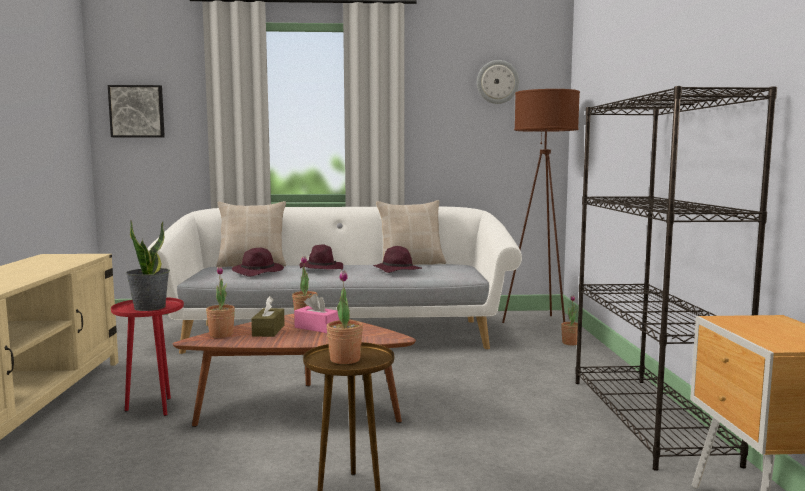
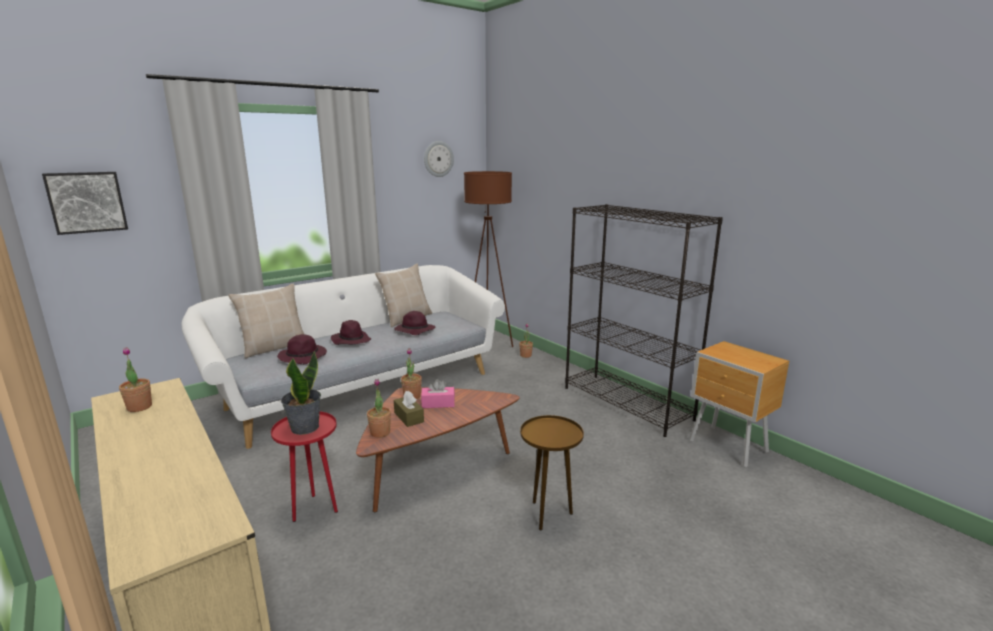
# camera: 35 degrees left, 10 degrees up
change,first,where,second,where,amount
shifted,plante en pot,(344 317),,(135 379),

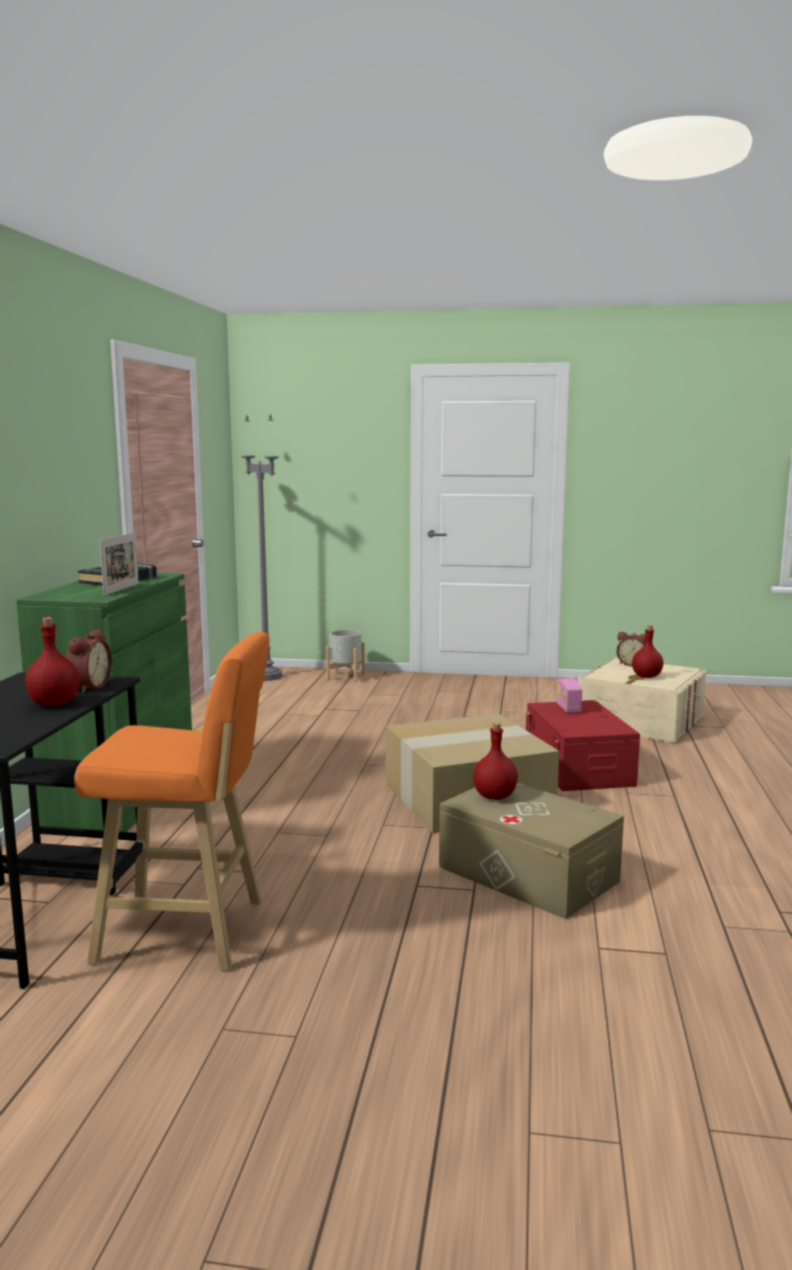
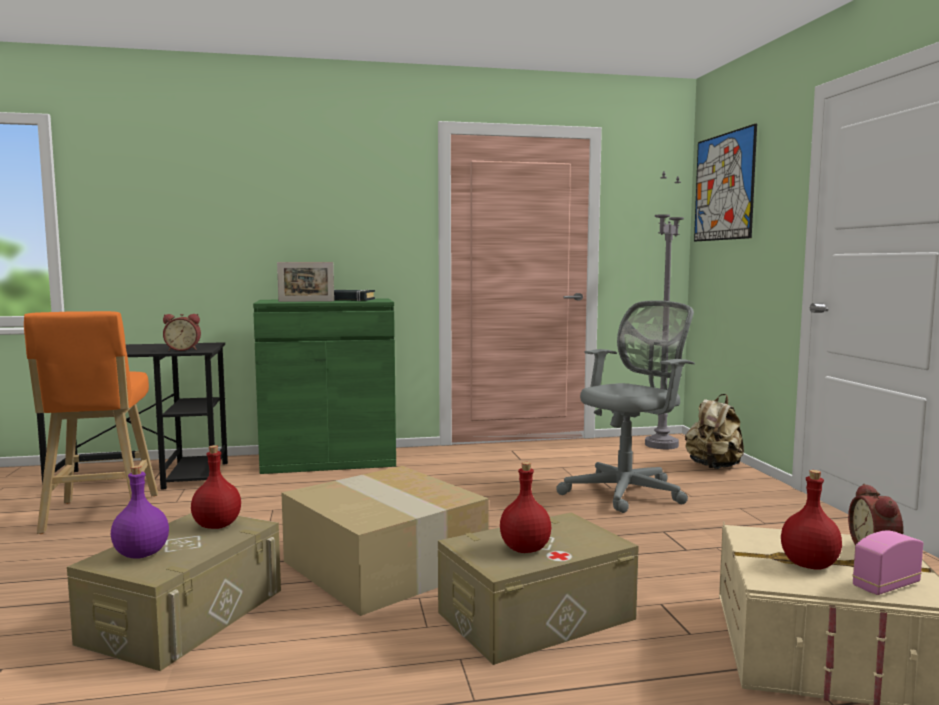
# camera: 70 degrees right, 5 degrees down
change,first,where,second,where,amount
new,,,bouteille [violet],(140 512),
new,,,chaise de bureau [gris],(625 406),
new,,,tableau,(725 182),
shifted,bouteille [rouge],(52 661),,(525 507),
shifted,radio,(568 696),,(887 562),
swapped,cache-pot [gris],(345 656),sac à dos [beige],(714 431),
repainted,boîte de rangement [rouge],(583 745),boîte de rangement [beige],(538 588),

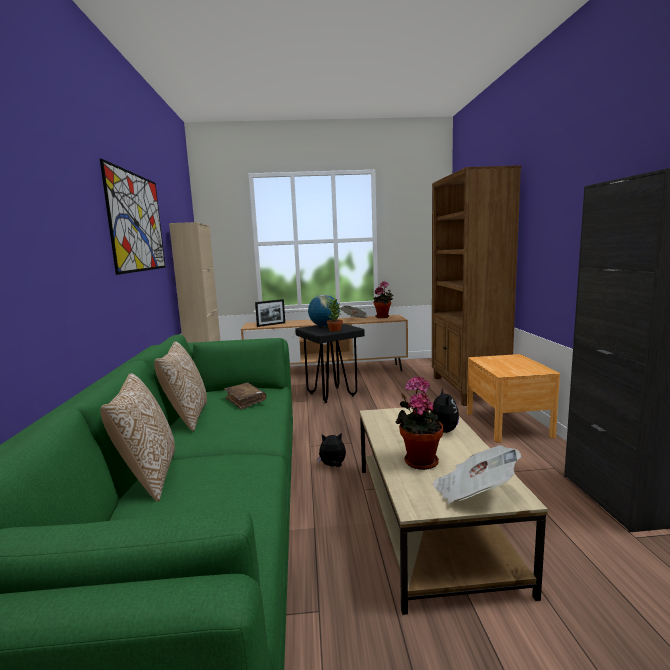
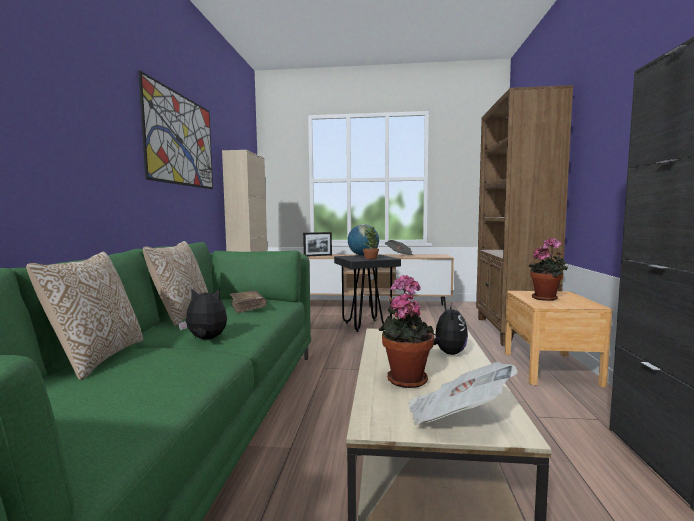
# camera: 10 degrees right, 5 degrees down
change,first,where,second,where,amount
shifted,peluche,(331 449),,(202 314),
shifted,plante en pot,(383 300),,(548 269),

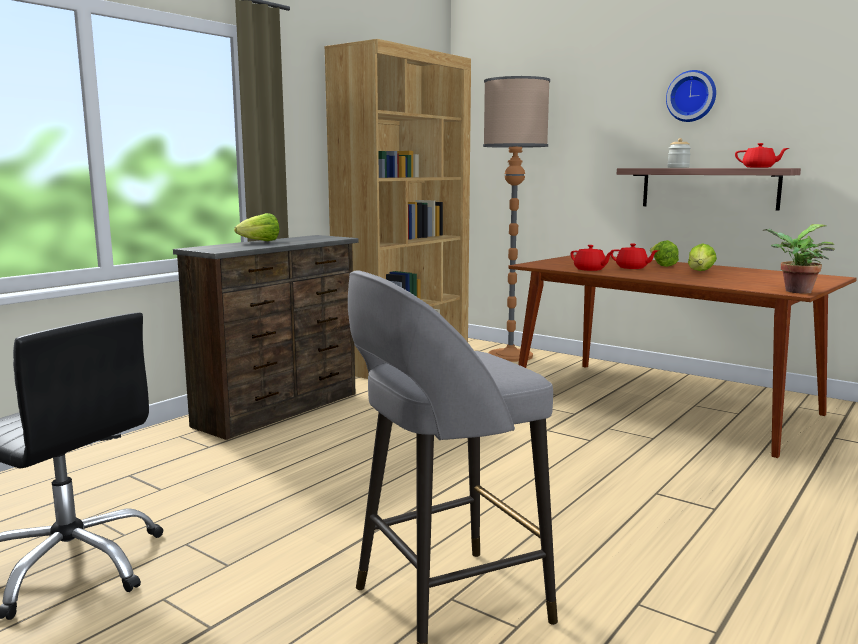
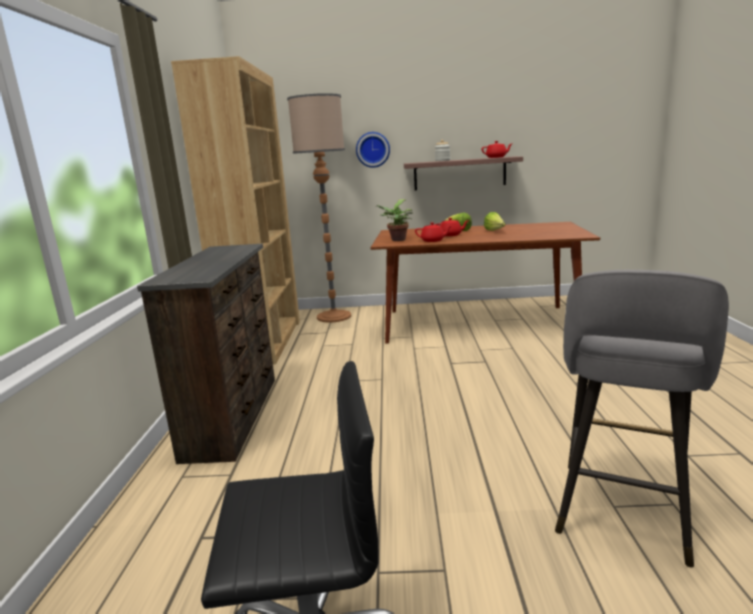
# camera: 35 degrees left, 5 degrees up
change,first,where,second,where,amount
gone,laitue,(256 227),,,
shifted,horloge murale,(691 96),,(373 150),
shifted,plante en pot,(799 259),,(394 220),

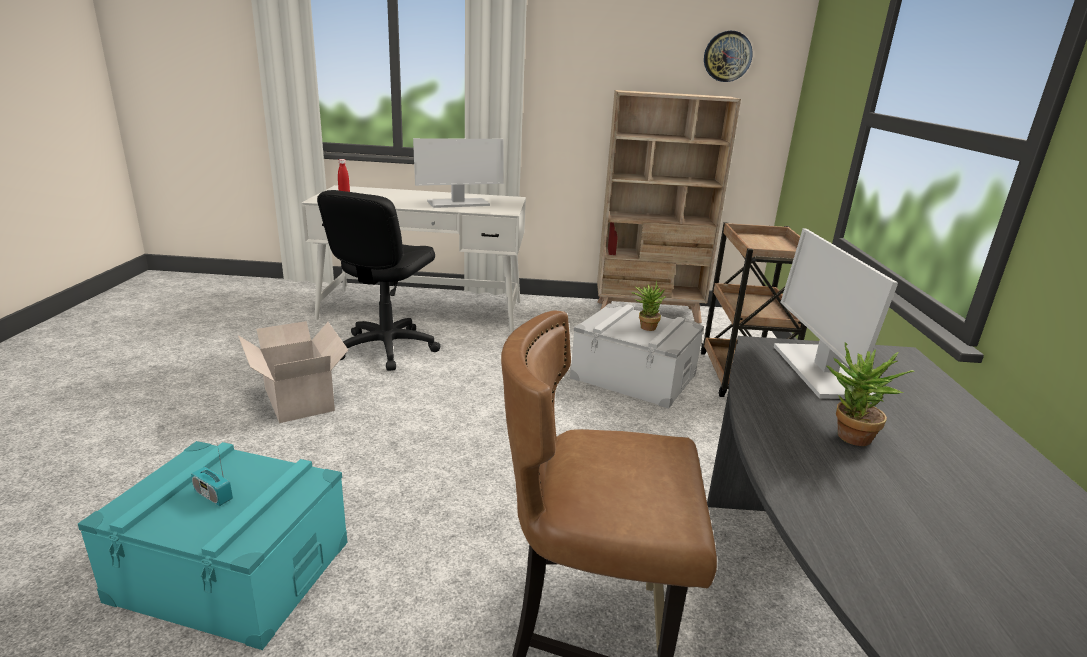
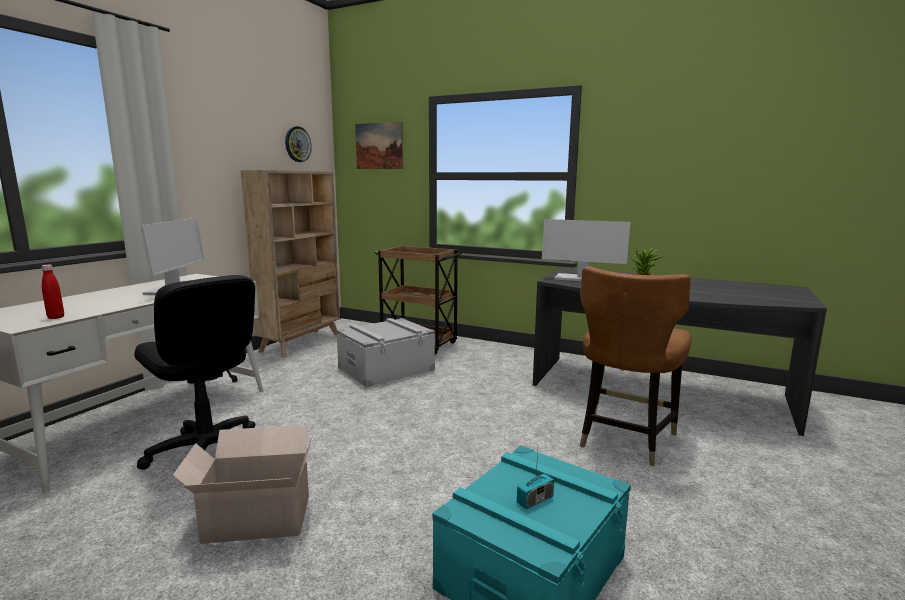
# camera: 65 degrees left, 10 degrees down
change,first,where,second,where,amount
gone,plante en pot,(649 306),,,
new,,,tableau,(379 145),

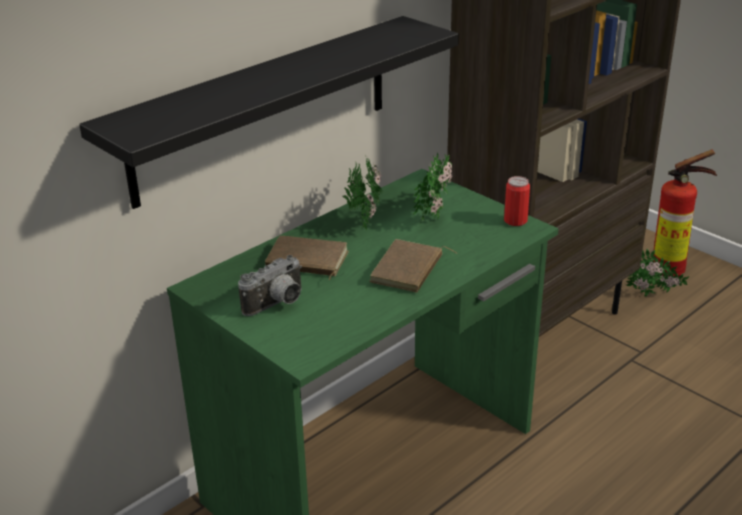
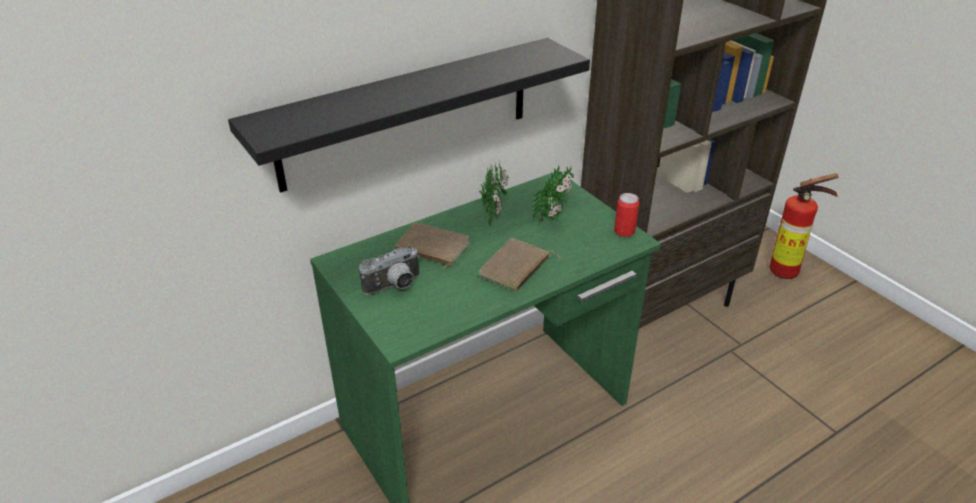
# camera: 10 degrees right, 5 degrees up
change,first,where,second,where,amount
gone,plante en pot,(657 272),,,

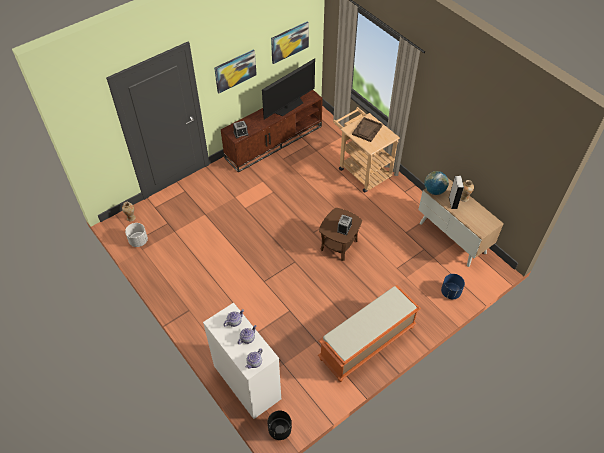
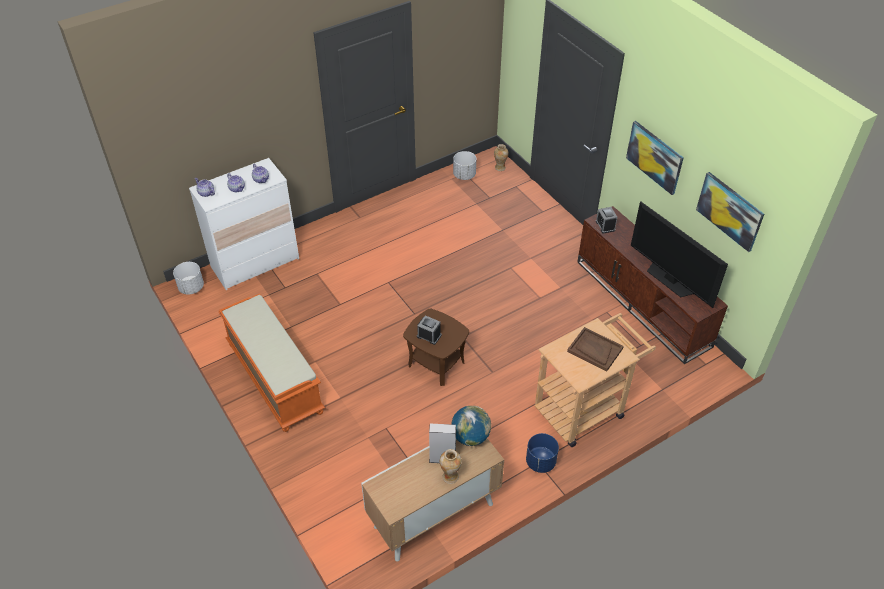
# camera: 95 degrees right, 5 degrees down
change,first,where,second,where,amount
shifted,cache-pot [bleu],(453 286),,(542 453),
repainted,cache-pot [noir],(279 425),cache-pot [blanc],(188 278),

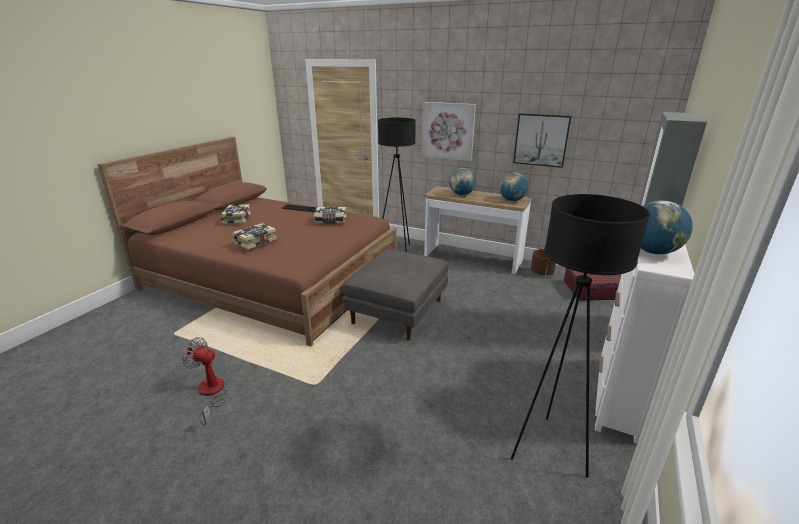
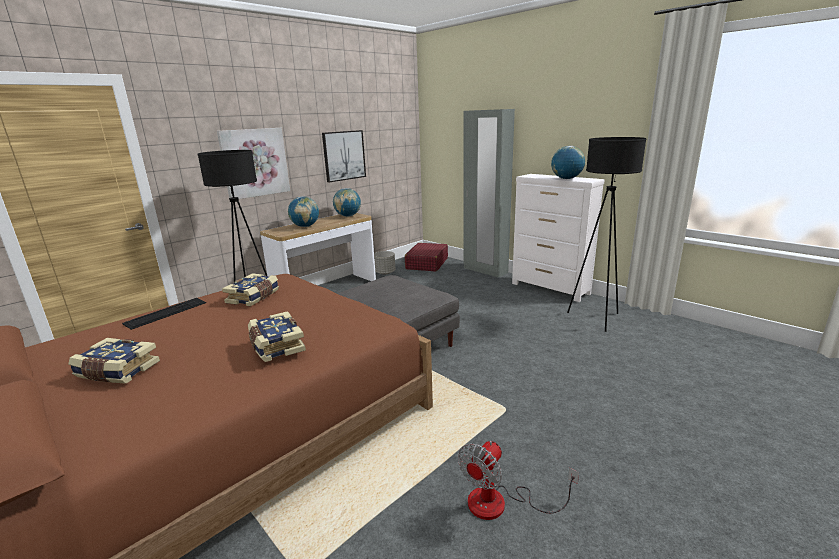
# camera: 70 degrees left, 5 degrees down
change,first,where,second,where,amount
repainted,cache-pot [marron],(543 262),cache-pot [gris],(384 263),

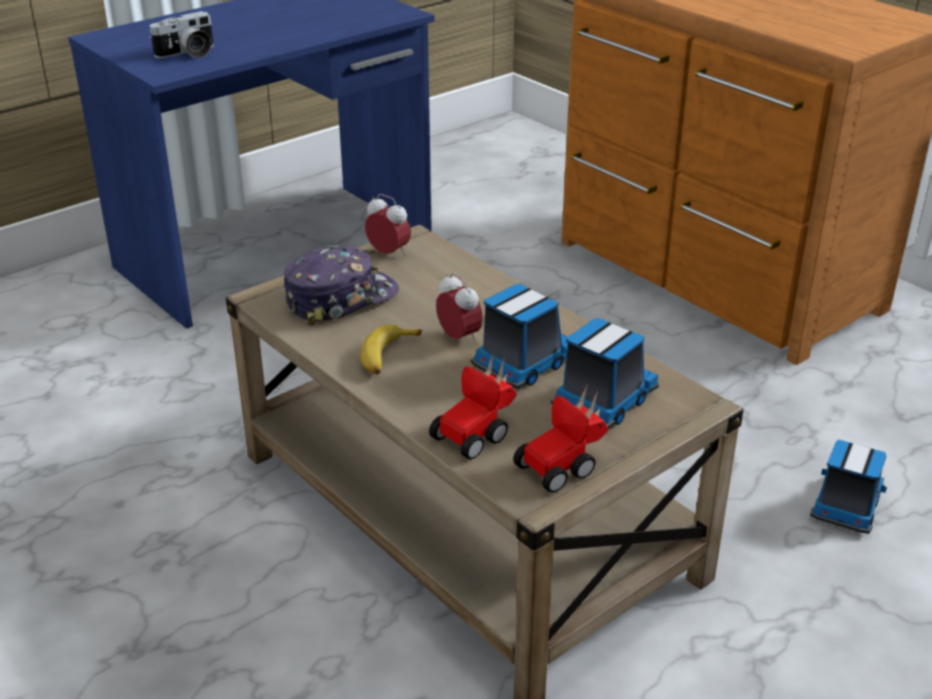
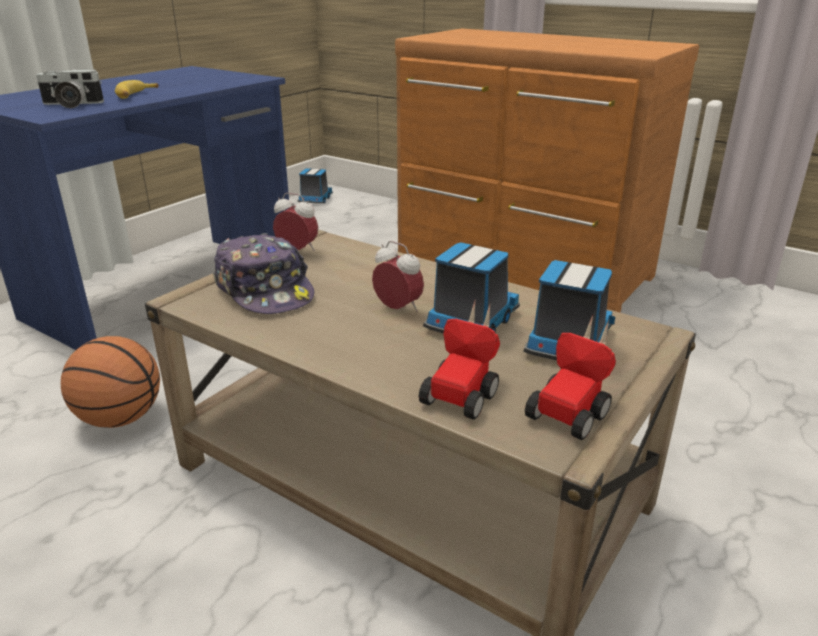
# camera: 15 degrees left, 5 degrees down
change,first,where,second,where,amount
new,,,ballon de basket,(110 382),
shifted,banane,(391 349),,(137 89),
shifted,camion jouet,(848 487),,(315 186),
rotated,appareil photo,(181 34),,(70 88),45 degrees clockwise
rotated,casquette,(341 286),,(263 273),105 degrees clockwise

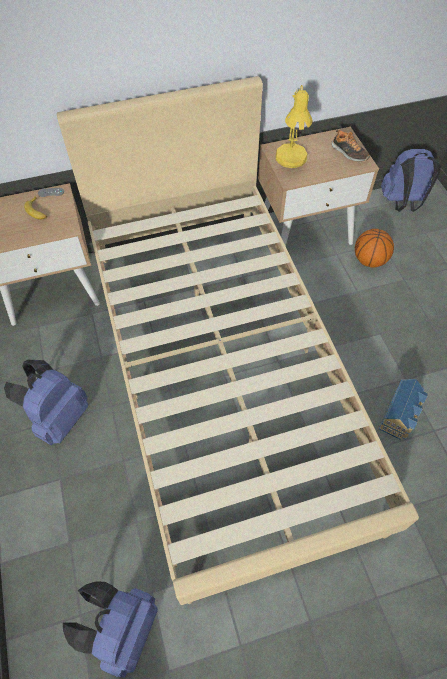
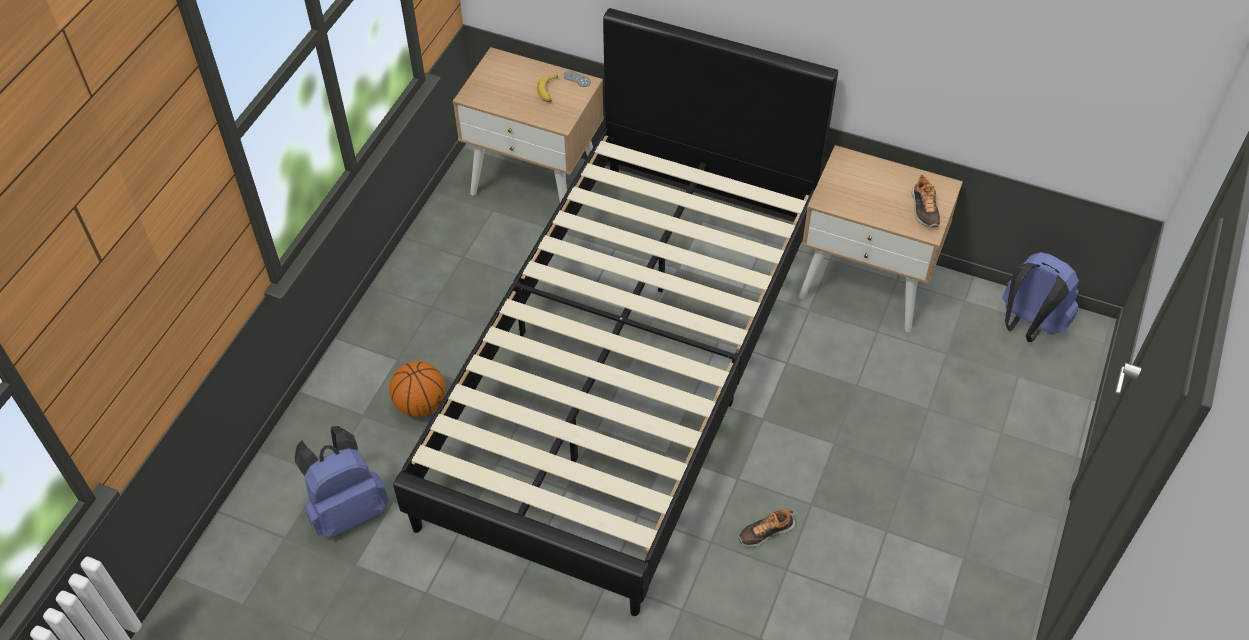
# camera: 40 degrees right, 5 degrees down
change,first,where,second,where,amount
gone,sac à dos [bleu],(46 402),,,
gone,lampe de table [jaune],(294 126),,,
shifted,ballon de basket,(374 248),,(417 389),
swapped,maison miniature,(403 409),chaussure,(767 528),
repainted,lit [beige],(238 340),lit [noir],(615 312),

